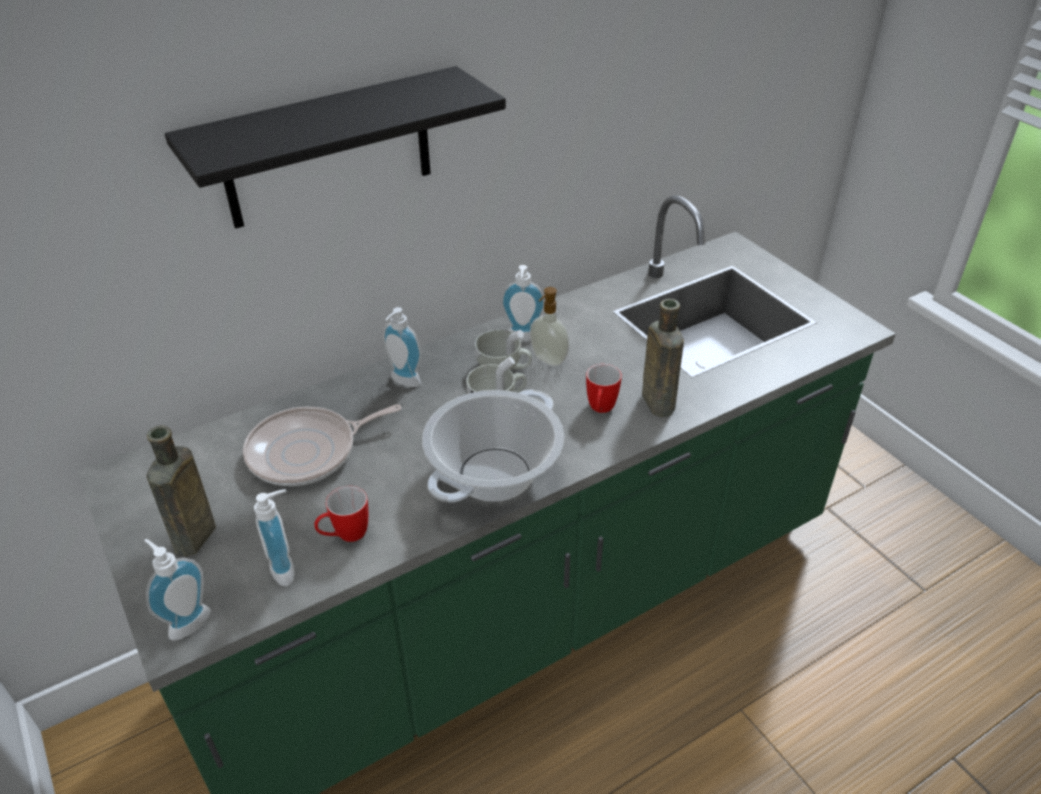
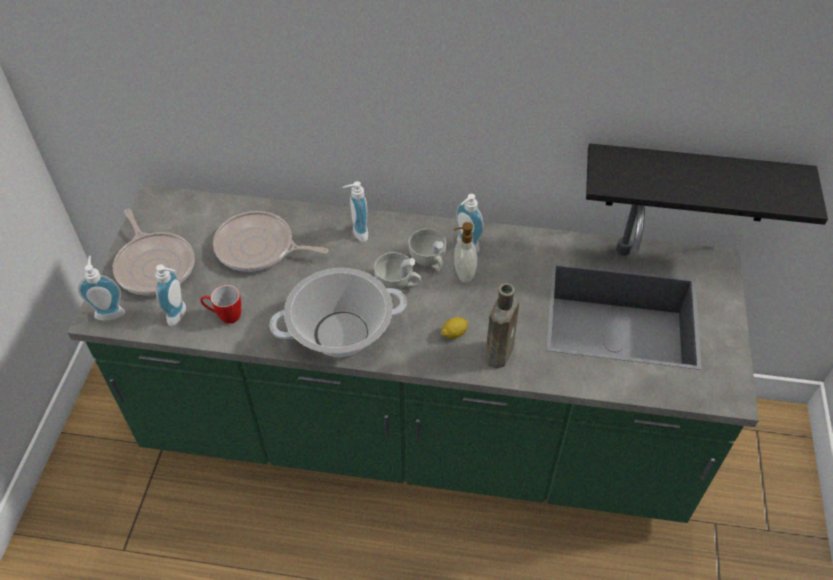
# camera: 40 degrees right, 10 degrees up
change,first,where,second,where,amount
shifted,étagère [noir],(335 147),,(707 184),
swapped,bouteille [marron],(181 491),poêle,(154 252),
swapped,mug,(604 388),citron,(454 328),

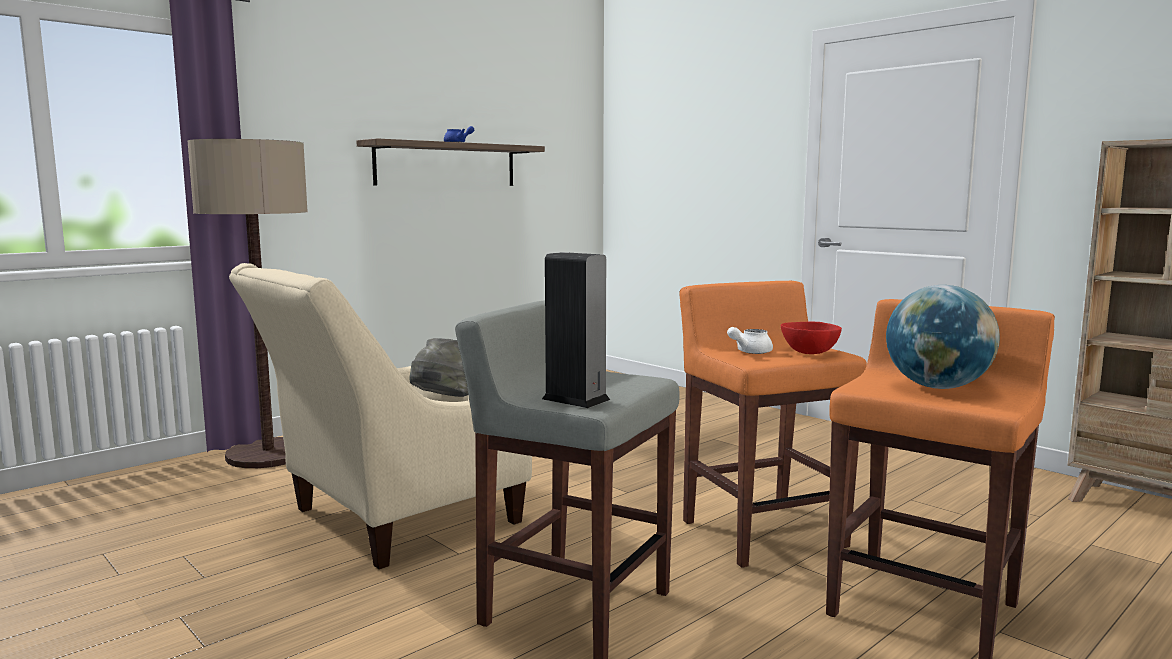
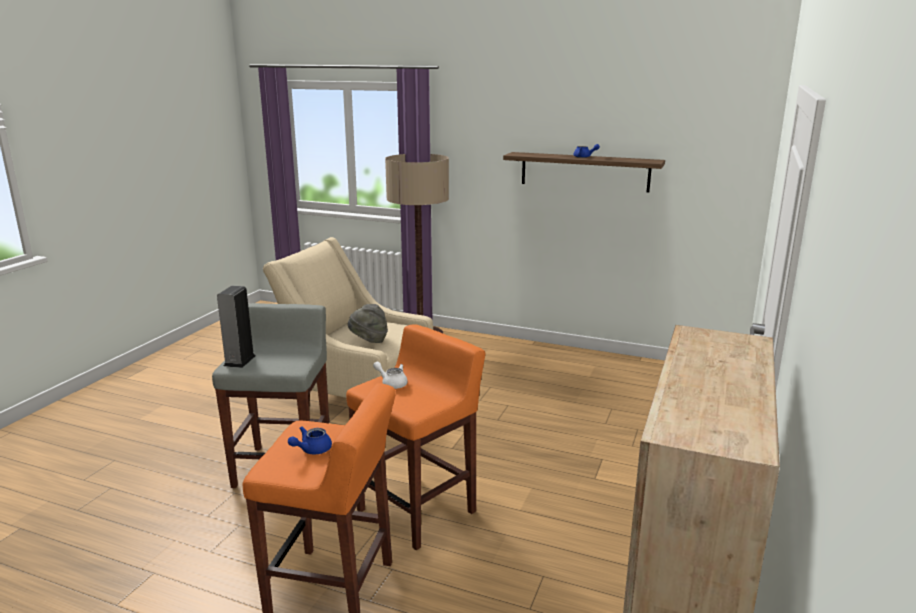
# camera: 65 degrees right, 10 degrees up
change,first,where,second,where,amount
gone,bol [rouge],(811 338),,,
swapped,globe,(943 337),théière [bleu],(310 440),

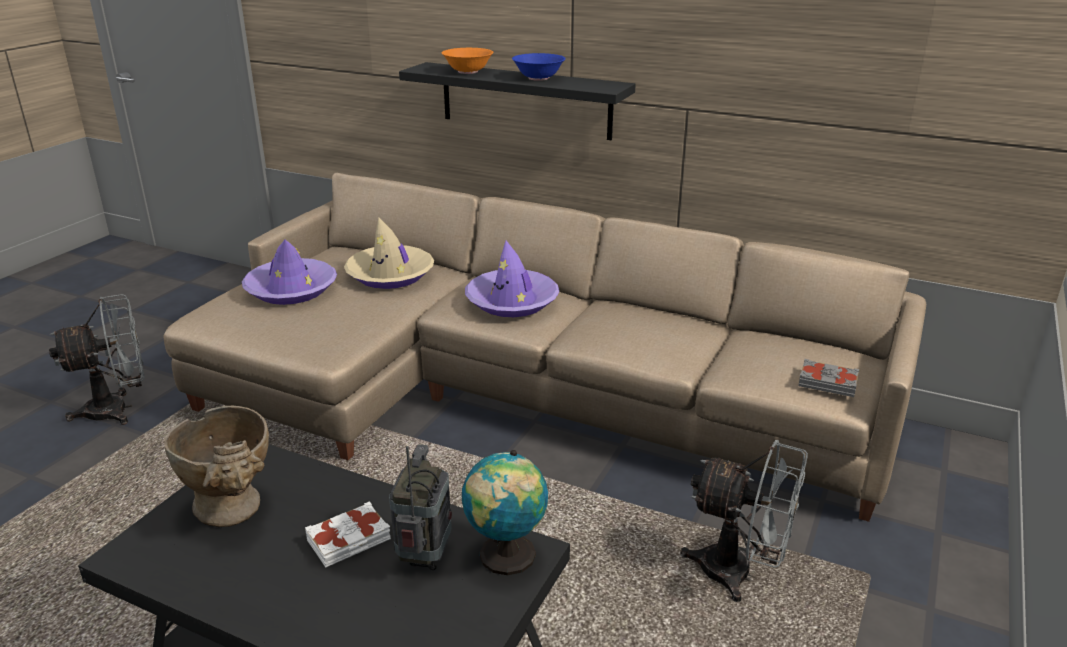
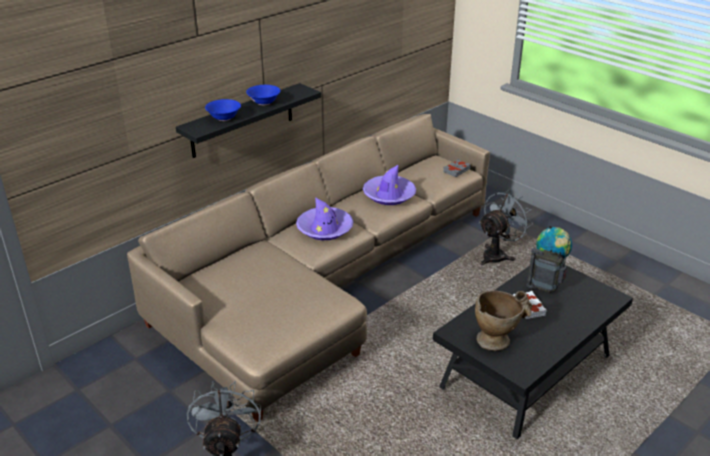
# camera: 70 degrees left, 5 degrees up
change,first,where,second,where,amount
gone,chapeau [beige],(389 253),,,
shifted,chapeau [violet],(289 272),,(389 184),
repainted,bol [orange],(468 61),bol [bleu],(223 110),

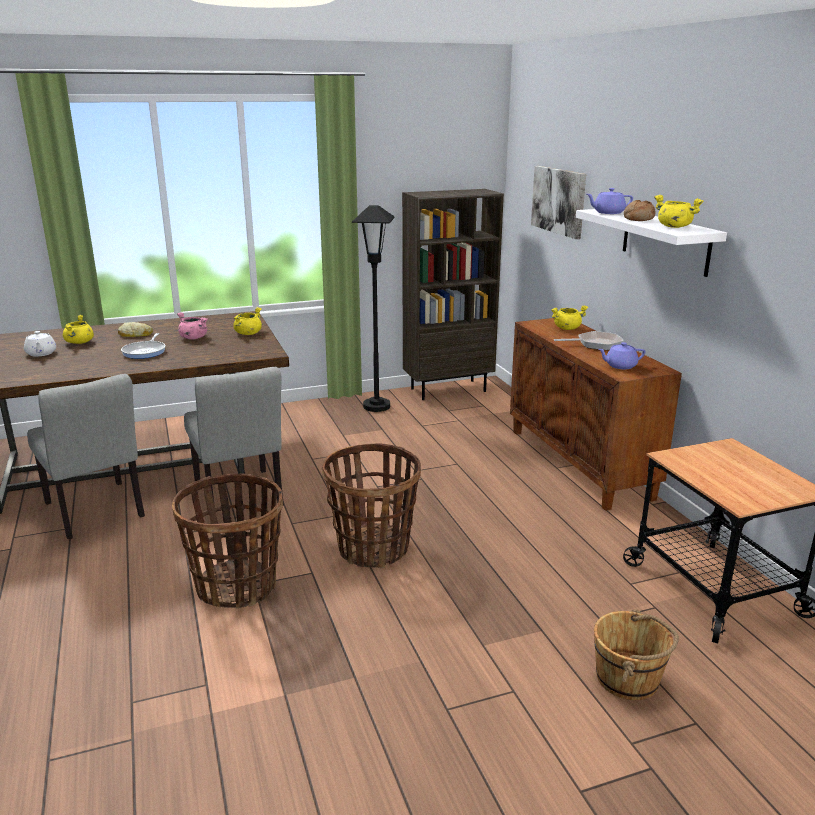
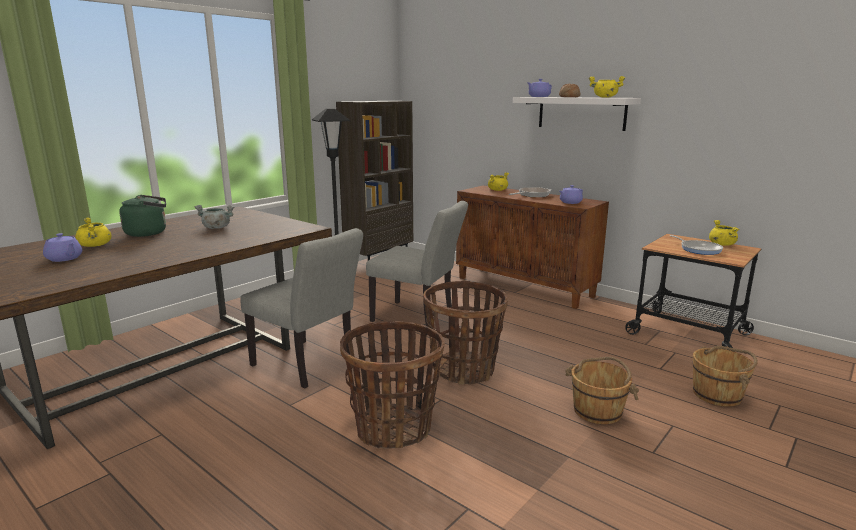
# camera: 30 degrees left, 5 degrees down
change,first,where,second,where,amount
gone,tableau,(558 202),,,
new,,,seau [marron],(602 390),
shifted,chaise [gris],(86 456),,(417 263),
shifted,poêle,(143 346),,(696 245),
shifted,marmite [jaune],(247 321),,(724 233),
swapped,pain,(135 329),bouilloire [vert],(142 216),
repainted,théière [blanc],(40 344),théière [violet],(62 247),
repainted,marmite [rose],(192 326),marmite [gris],(214 217),

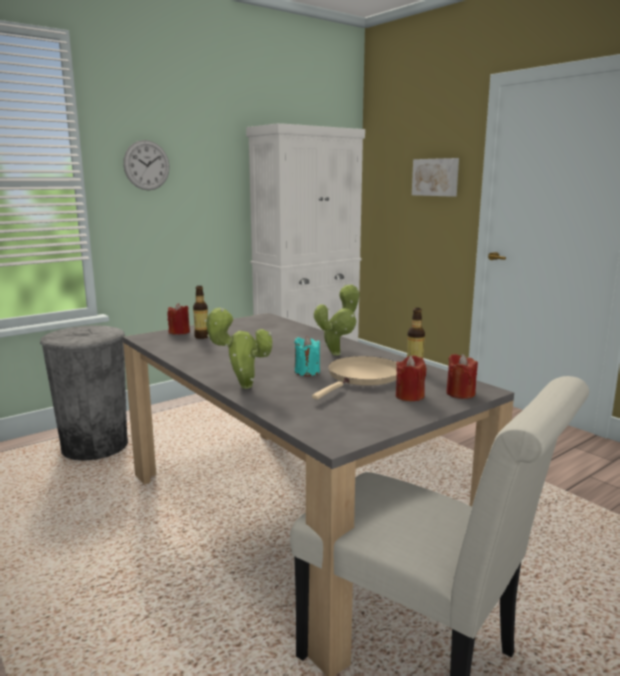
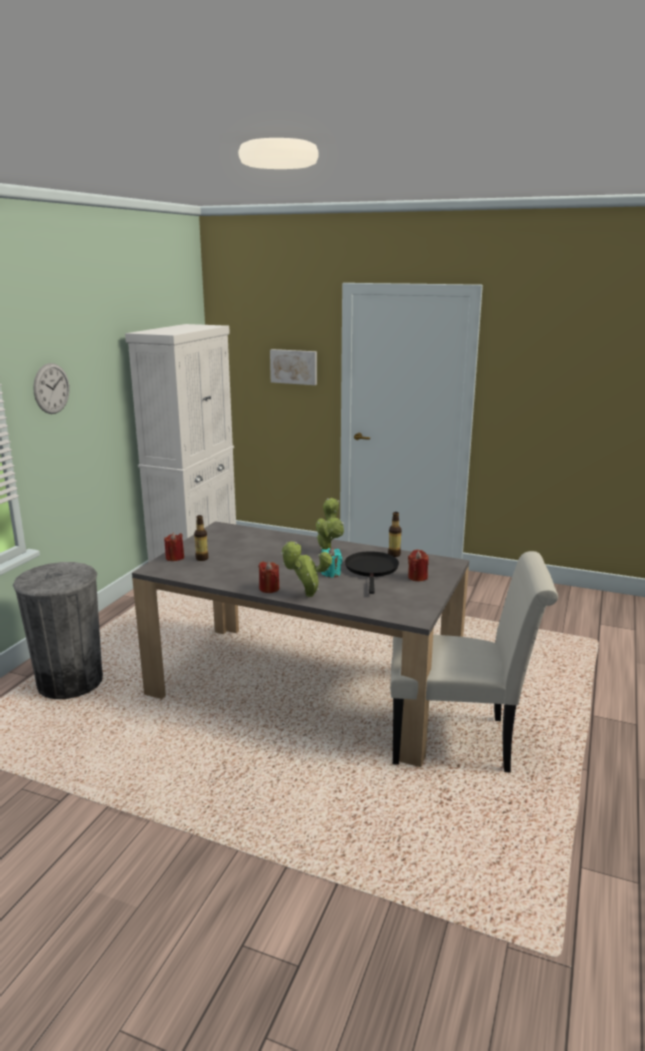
# camera: 30 degrees left, 5 degrees up
change,first,where,second,where,amount
shifted,bougie [rouge],(462 376),,(268 577),
repainted,poêle [beige],(354 378),poêle [noir],(372 572),

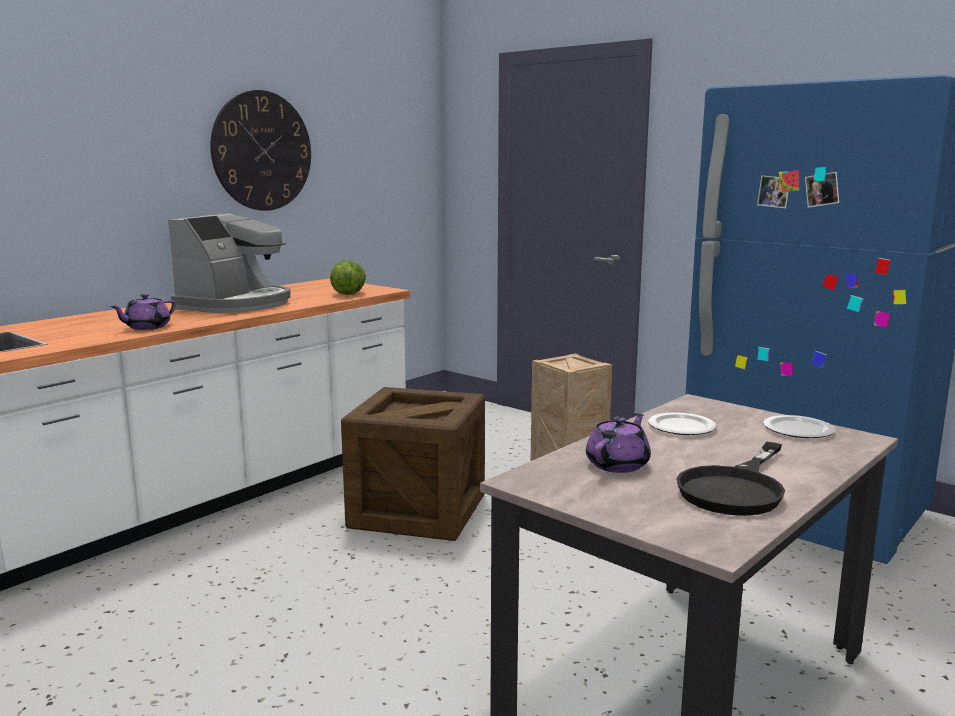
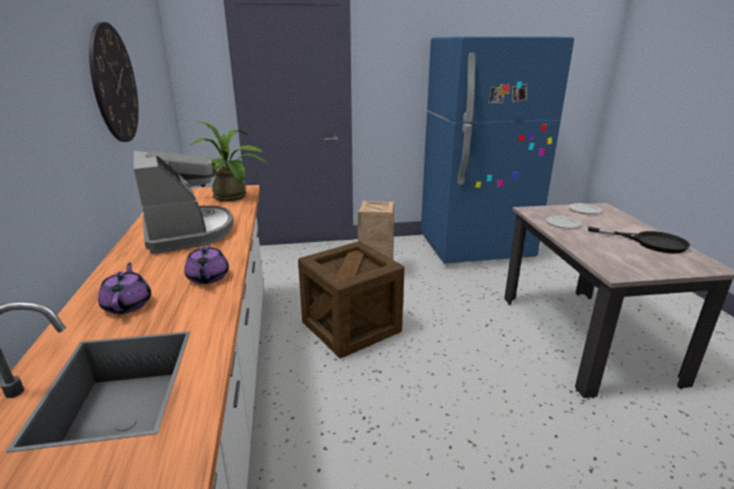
# camera: 50 degrees left, 10 degrees up
change,first,where,second,where,amount
shifted,théière [violet],(618 443),,(124 288),
swapped,laitue,(348 277),plante en pot,(229 161),
rotated,poêle [noir],(730 479),,(639 240),45 degrees counterclockwise

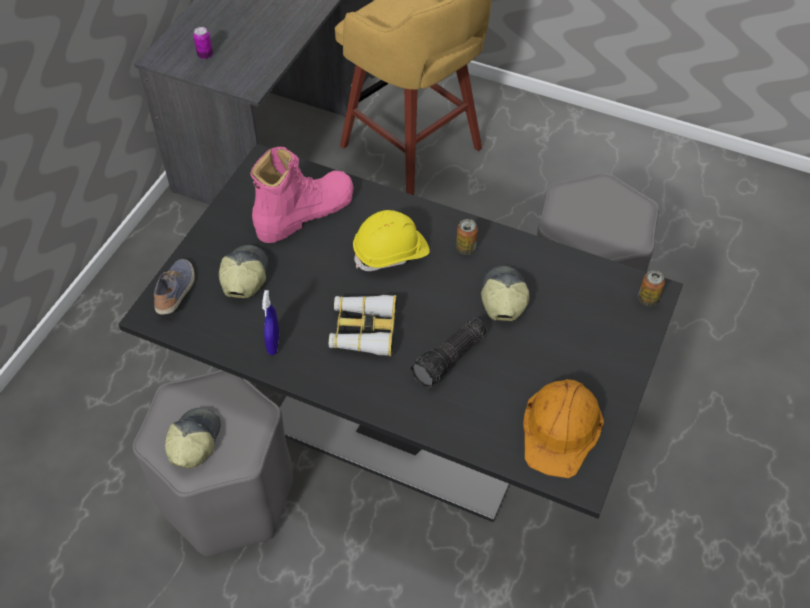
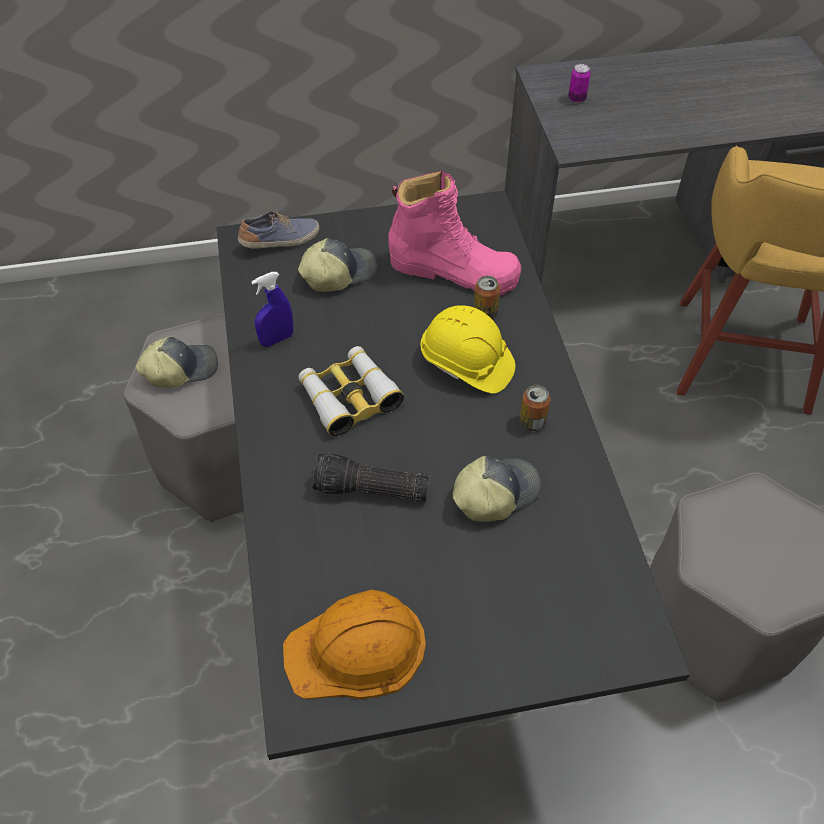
# camera: 55 degrees right, 0 degrees up
change,first,where,second,where,amount
shifted,boîte métallique,(651 288),,(487 297),

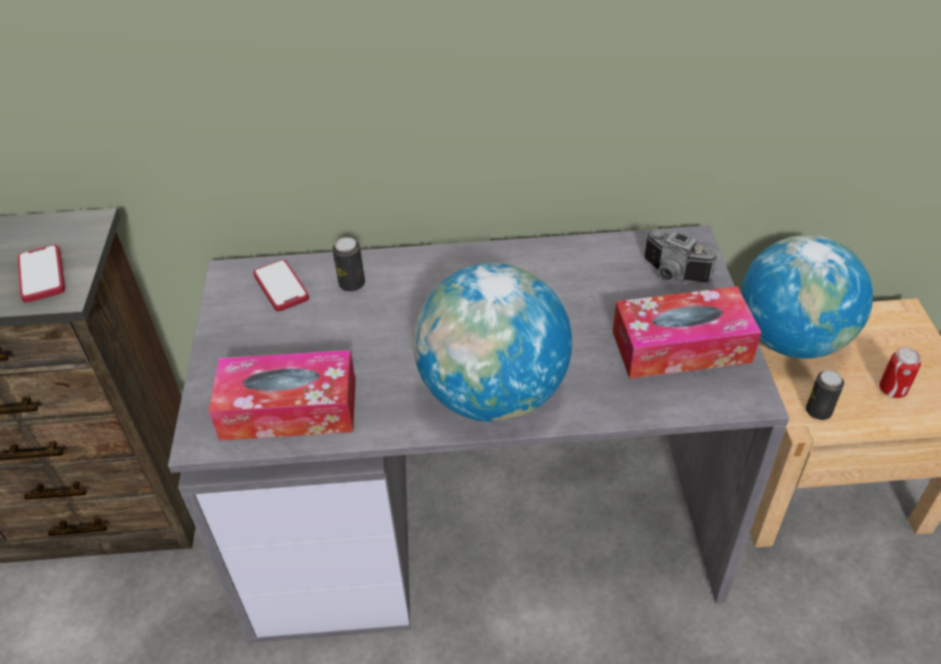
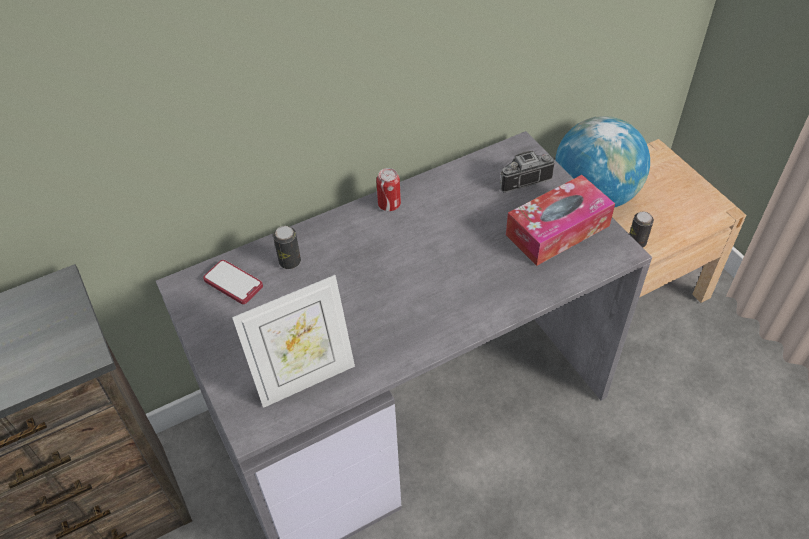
# camera: 25 degrees left, 5 degrees up
change,first,where,second,where,amount
gone,téléphone,(41 274),,,
gone,globe,(492 342),,,
shifted,boîte métallique,(900 372),,(389 189),
swapped,boîte à mouchoirs,(282 395),cadre photo,(293 341),
rotated,appareil photo,(681 256),,(527 171),150 degrees clockwise

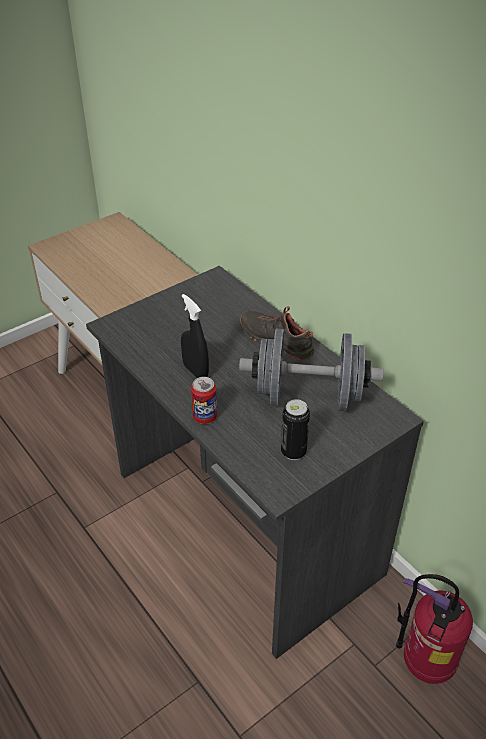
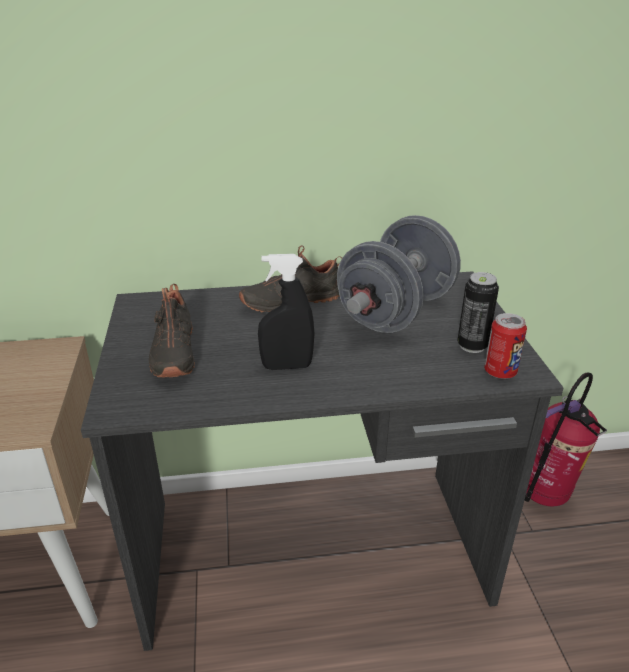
# camera: 60 degrees left, 10 degrees down
change,first,where,second,where,amount
new,,,chaussure [noir],(171 330),
shifted,boîte métallique,(204 400),,(505 346),

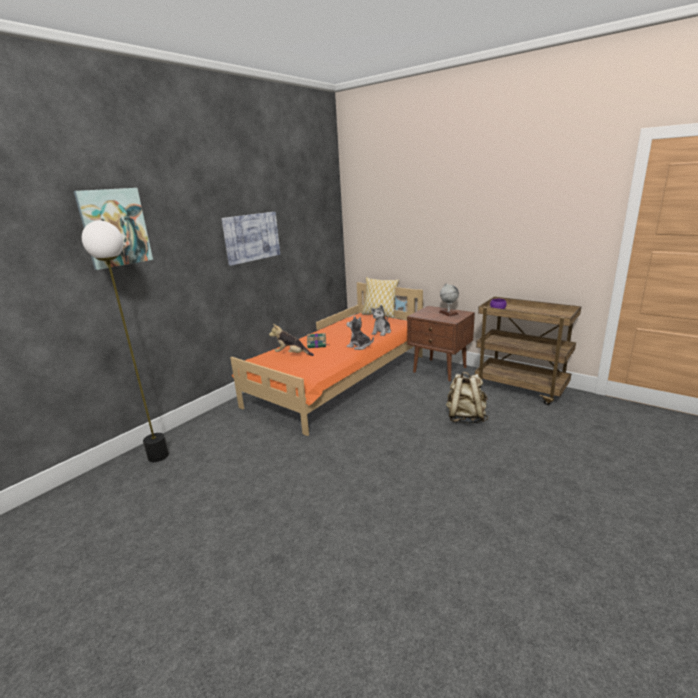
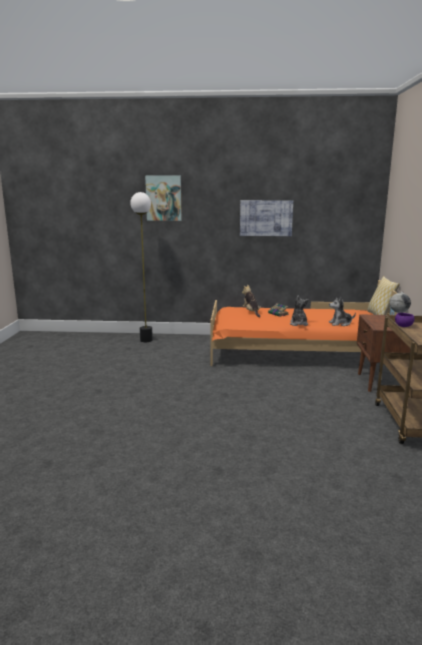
# camera: 55 degrees right, 5 degrees down
change,first,where,second,where,amount
gone,sac à dos [beige],(467 398),,,

